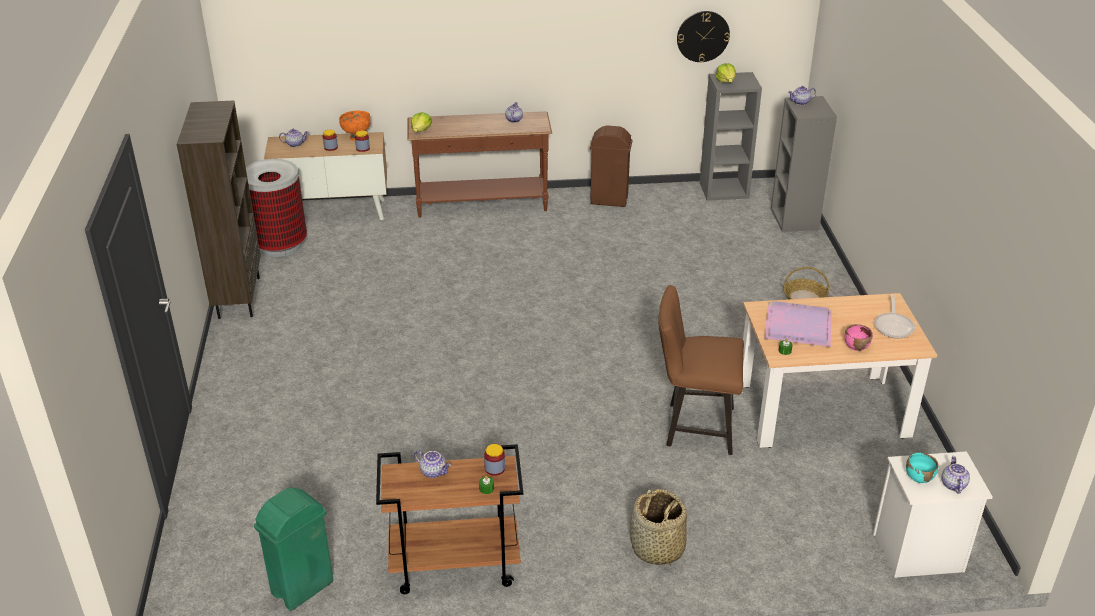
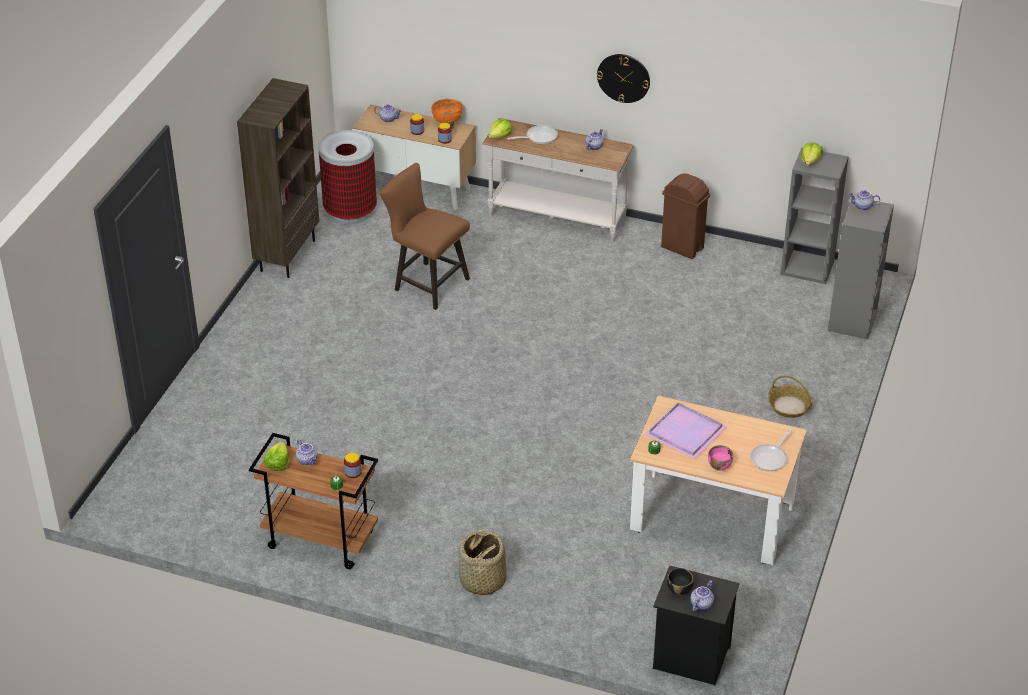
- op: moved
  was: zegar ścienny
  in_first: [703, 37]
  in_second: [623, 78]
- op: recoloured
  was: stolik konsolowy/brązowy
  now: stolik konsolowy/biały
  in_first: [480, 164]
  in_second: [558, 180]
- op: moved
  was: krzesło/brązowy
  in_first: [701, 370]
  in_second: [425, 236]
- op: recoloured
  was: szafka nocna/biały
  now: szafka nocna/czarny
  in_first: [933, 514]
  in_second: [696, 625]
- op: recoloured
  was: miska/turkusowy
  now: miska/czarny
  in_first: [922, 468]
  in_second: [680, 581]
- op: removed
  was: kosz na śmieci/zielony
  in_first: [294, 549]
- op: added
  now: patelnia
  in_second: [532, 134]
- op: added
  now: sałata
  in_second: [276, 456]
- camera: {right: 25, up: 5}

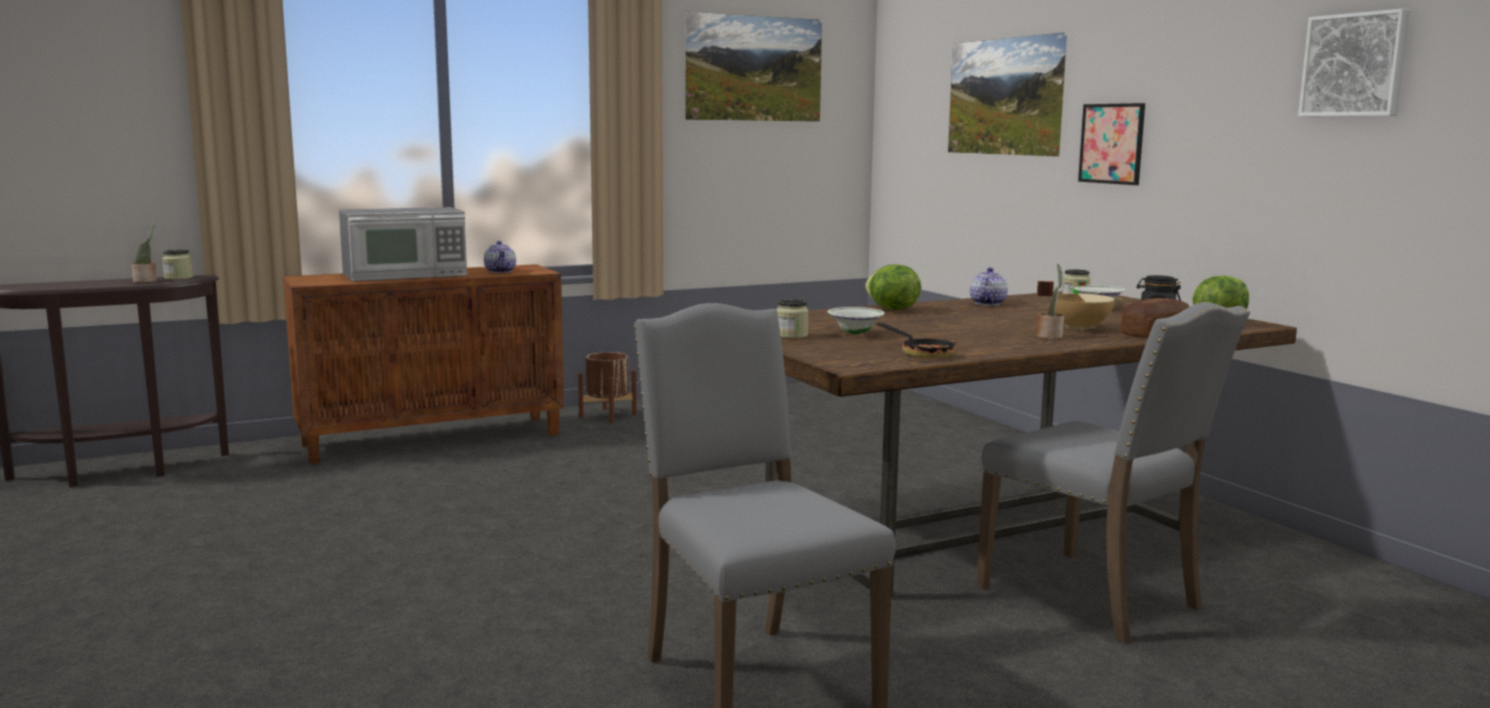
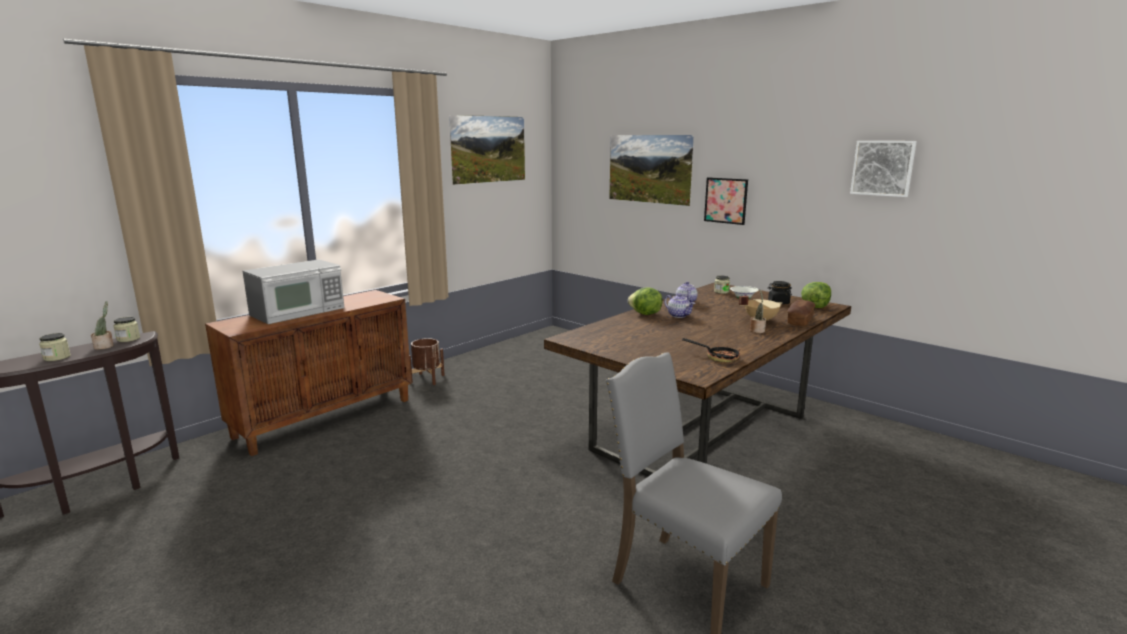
- op: moved
  was: imbryk
  in_first: [500, 257]
  in_second: [679, 306]
- op: moved
  was: słoik
  in_first: [792, 318]
  in_second: [55, 347]
- op: removed
  was: krzesło/szary
  in_first: [1113, 472]
- op: removed
  was: miska/biały
  in_first: [856, 321]
- camera: {right: -20, up: 5}

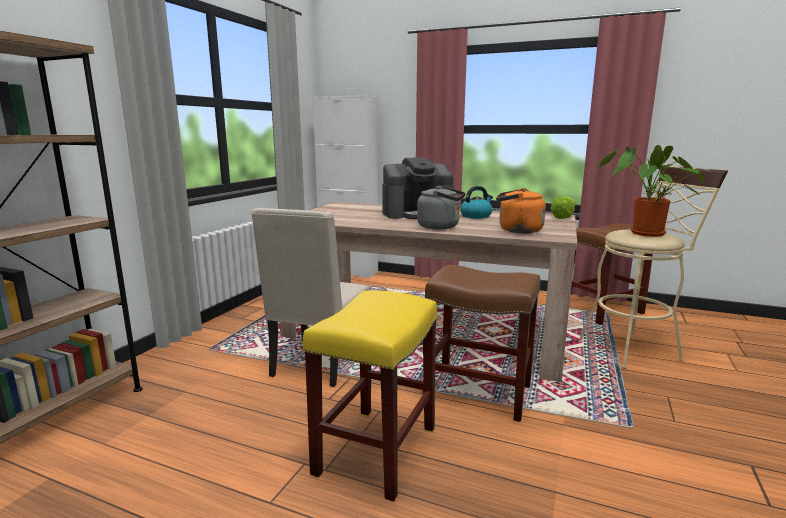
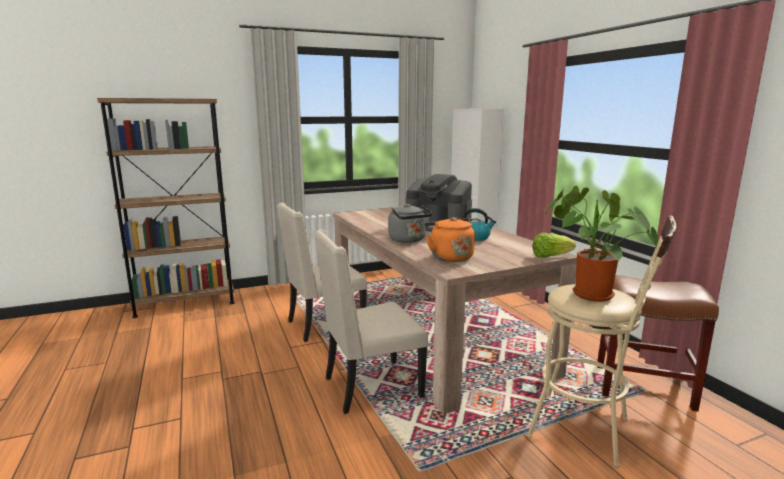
- op: replaced
  was: stołek/brązowy
  now: krzesło/beżowy
  in_first: [481, 343]
  in_second: [371, 321]
- op: removed
  was: stołek/żółty
  in_first: [370, 396]
- camera: {right: 45, up: 0}

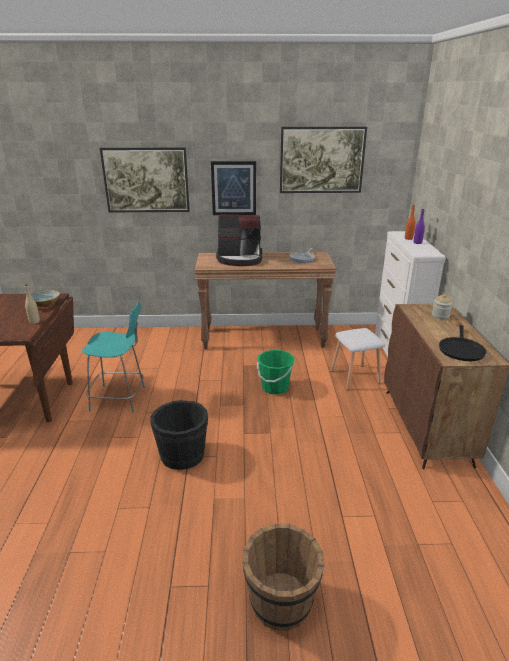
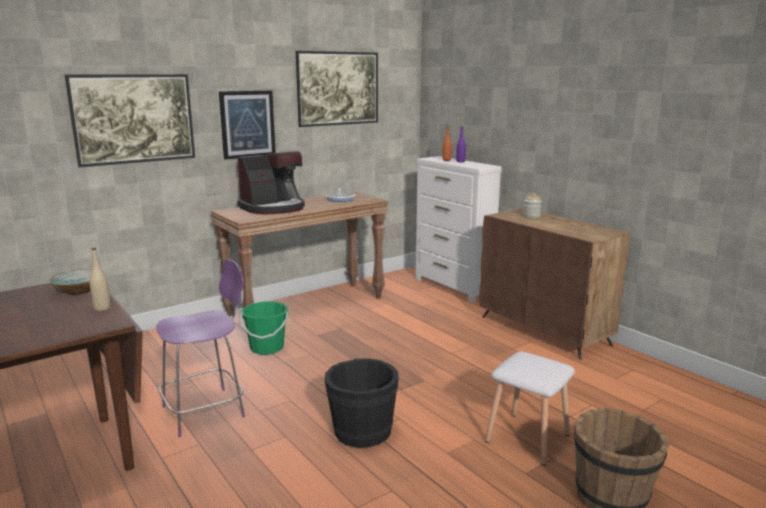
- op: recoloured
  was: krzesło/turkusowy
  now: krzesło/fioletowy
  in_first: [113, 357]
  in_second: [200, 348]
- op: removed
  was: patelnia/czarny
  in_first: [463, 343]
- op: moved
  was: stołek/biały
  in_first: [358, 359]
  in_second: [530, 408]
- op: moved
  was: wiadro/zielony
  in_first: [276, 372]
  in_second: [264, 328]
- camera: {right: -35, up: -10}

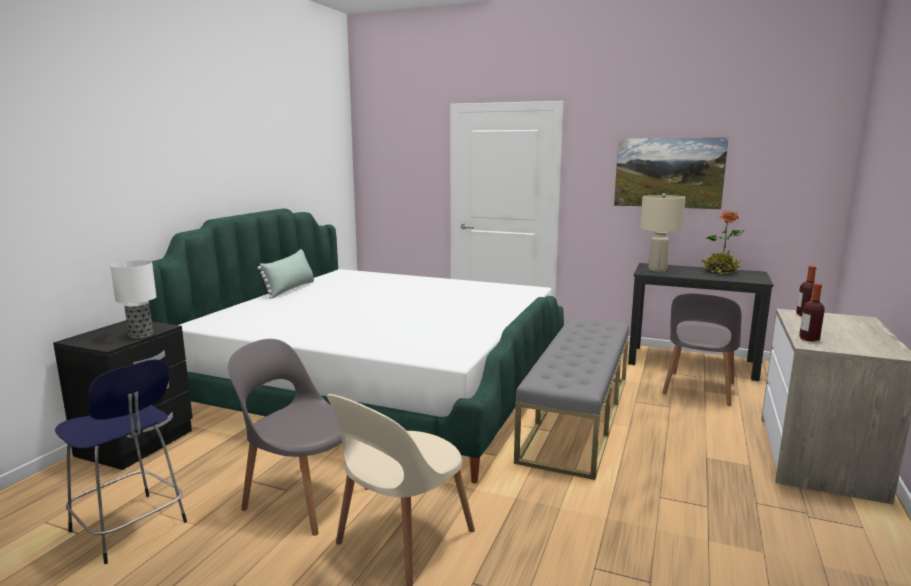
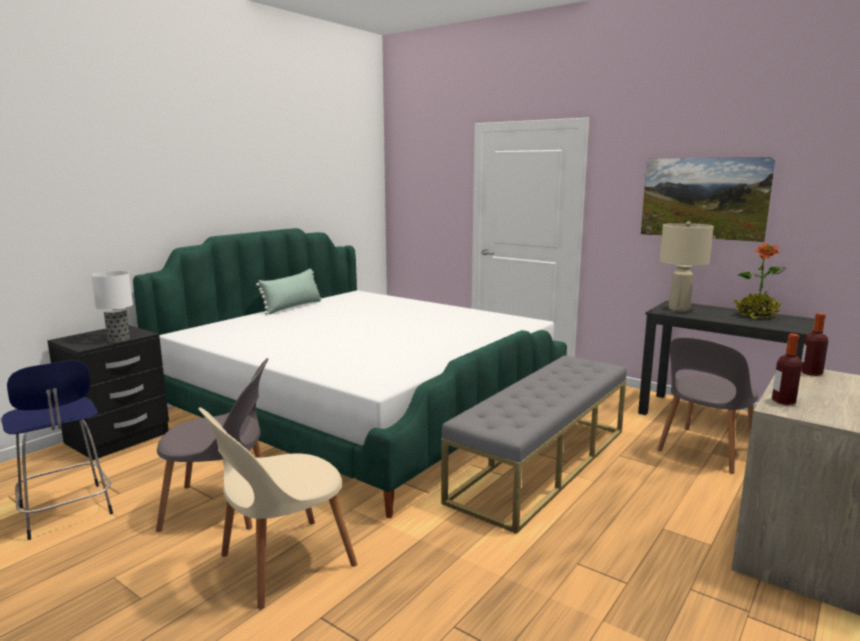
- op: turned
  was: krzesło/szary
  in_first: [298, 437]
  in_second: [212, 445]
  clockwise: 135
- camera: {right: 15, up: 0}

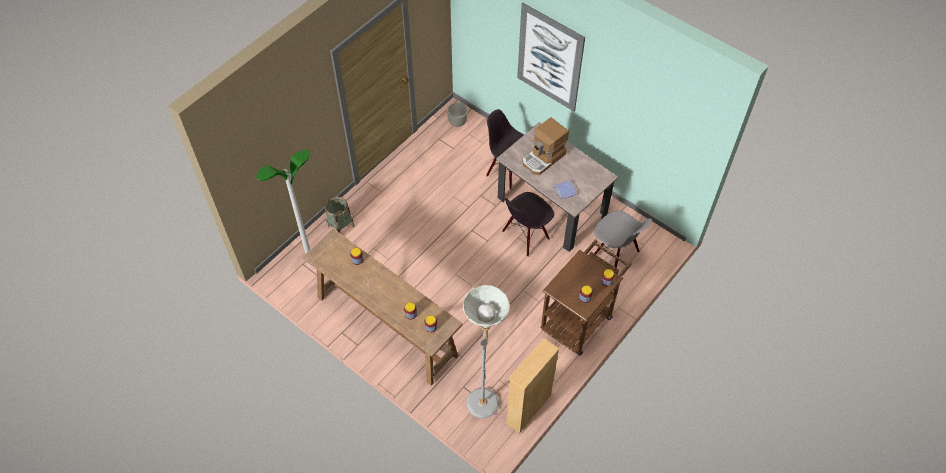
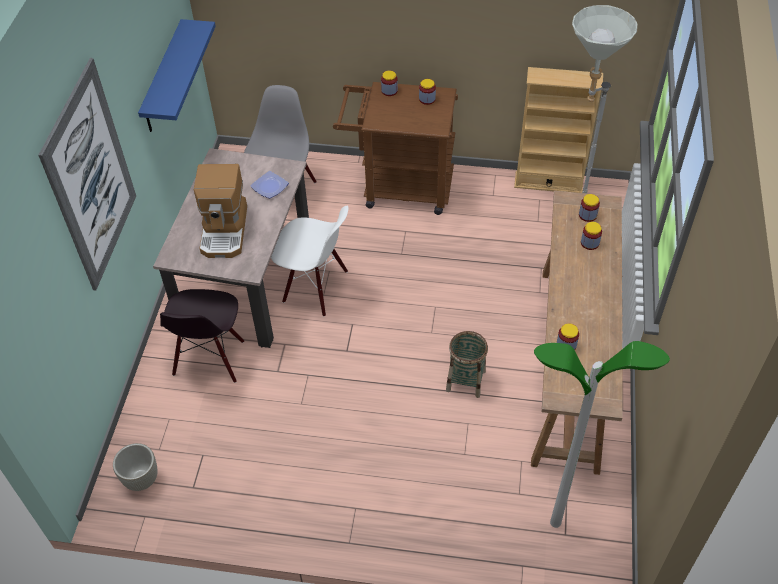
- op: turned
  was: ekspres do kawy
  in_first: [545, 146]
  in_second: [220, 211]
  clockwise: 75
- op: recoloured
  was: krzesło/czarny
  now: krzesło/biały
  in_first: [528, 224]
  in_second: [309, 261]
- op: moved
  was: koszyk
  in_first: [340, 215]
  in_second: [467, 364]
- op: added
  now: półka/niebieski
  in_second: [177, 75]
- camera: {right: -120, up: -5}

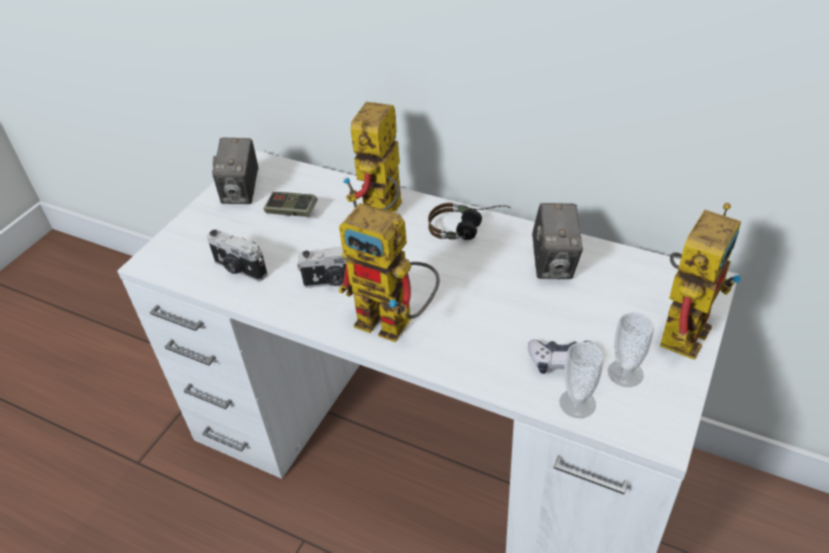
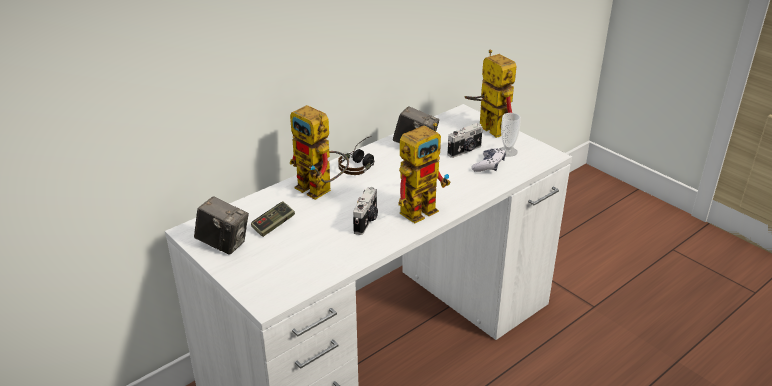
- op: moved
  was: aparat fotograficzny
  in_first: [237, 255]
  in_second: [465, 140]
- op: removed
  was: filiżanka
  in_first: [581, 380]
- camera: {right: -70, up: -10}

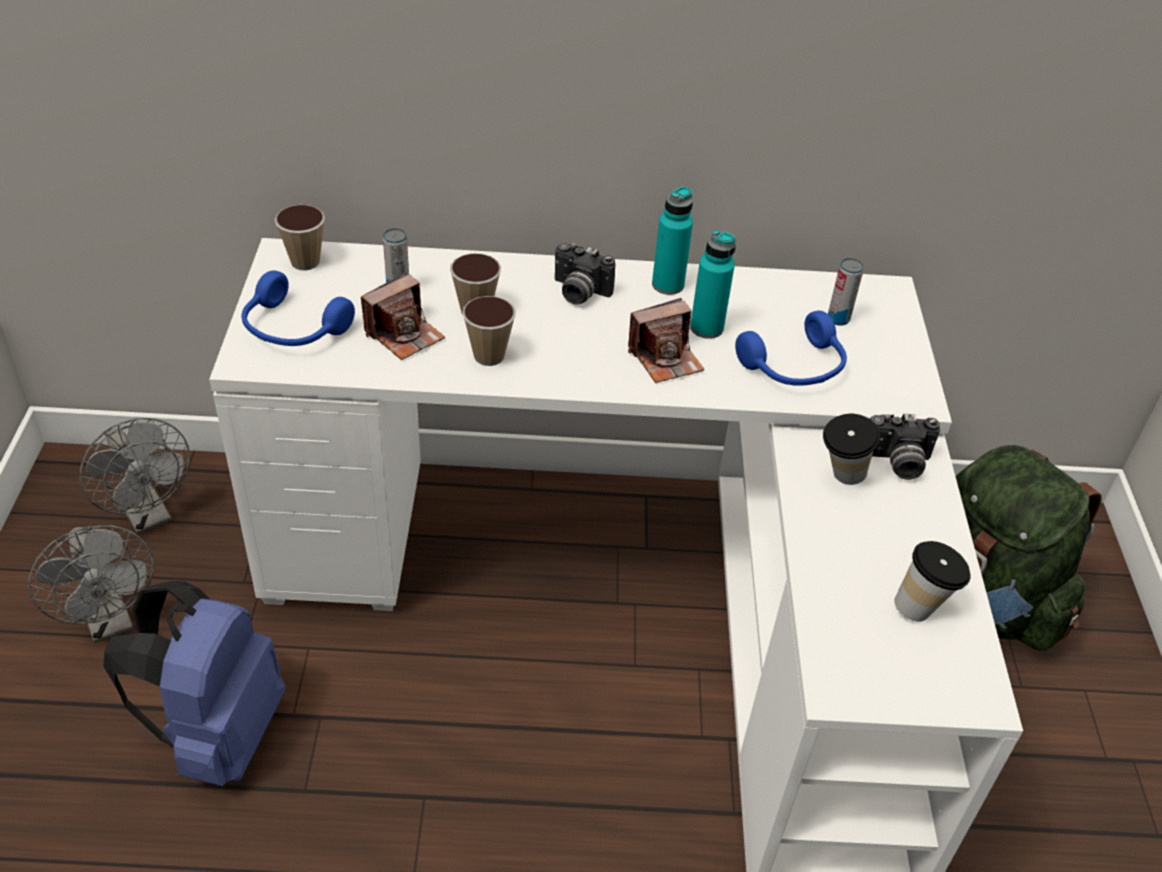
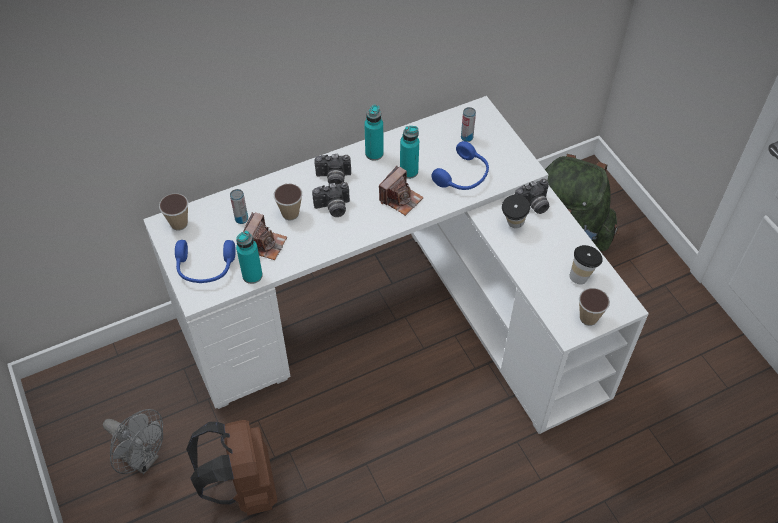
- op: moved
  was: filiżanka
  in_first: [489, 331]
  in_second: [594, 307]
- op: removed
  was: wentylator/szary
  in_first: [134, 476]
- op: recoloured
  was: plecak/niebieski
  now: plecak/brązowy
  in_first: [194, 683]
  in_second: [231, 468]
- op: added
  now: aparat fotograficzny
  in_second: [331, 199]
- op: added
  now: butelka/turkusowy
  in_second: [249, 257]
- camera: {right: -25, up: 10}

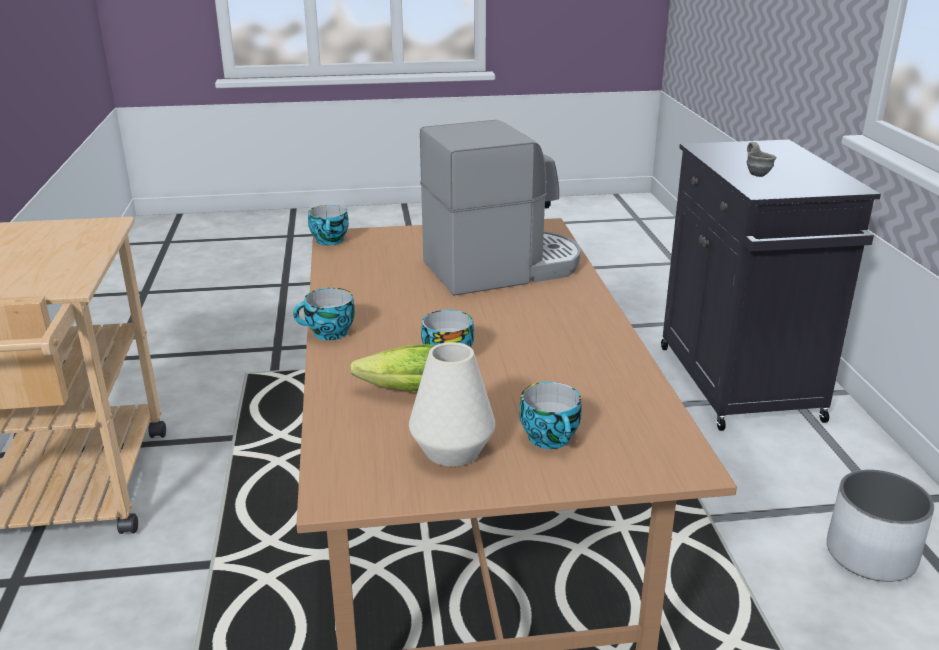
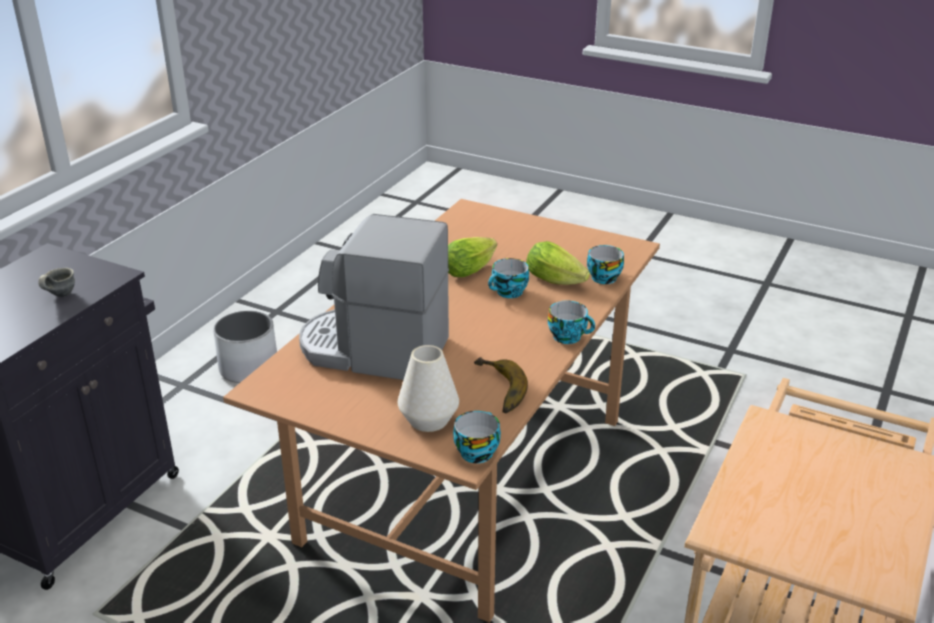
- op: moved
  was: wazon/biały
  in_first: [452, 404]
  in_second: [428, 388]
- op: moved
  was: filiżanka
  in_first: [550, 415]
  in_second: [605, 264]
- op: added
  now: sałata
  in_second: [472, 257]
- op: added
  now: banan
  in_second: [501, 385]
- camera: {right: -145, up: 5}

